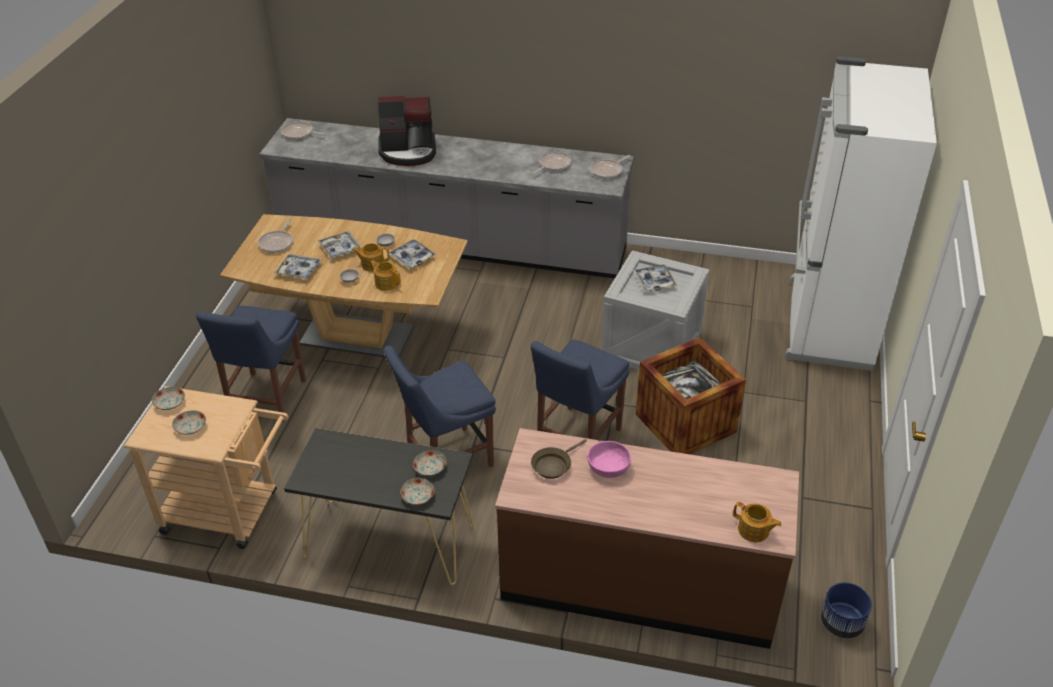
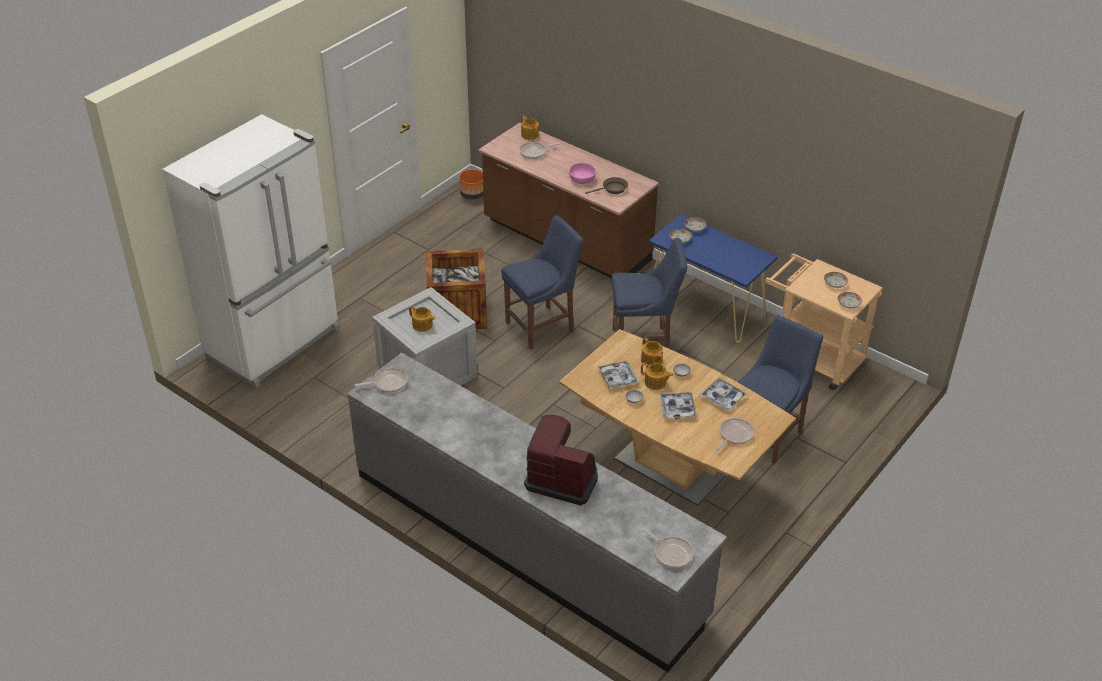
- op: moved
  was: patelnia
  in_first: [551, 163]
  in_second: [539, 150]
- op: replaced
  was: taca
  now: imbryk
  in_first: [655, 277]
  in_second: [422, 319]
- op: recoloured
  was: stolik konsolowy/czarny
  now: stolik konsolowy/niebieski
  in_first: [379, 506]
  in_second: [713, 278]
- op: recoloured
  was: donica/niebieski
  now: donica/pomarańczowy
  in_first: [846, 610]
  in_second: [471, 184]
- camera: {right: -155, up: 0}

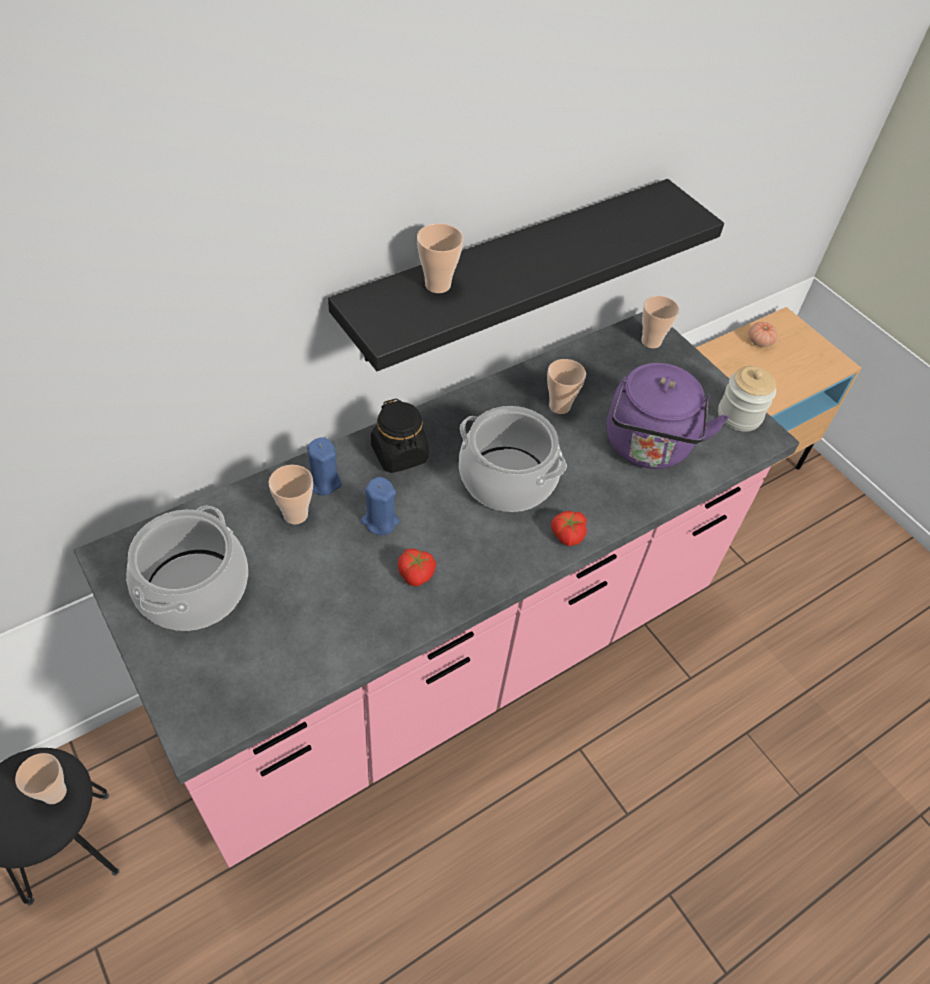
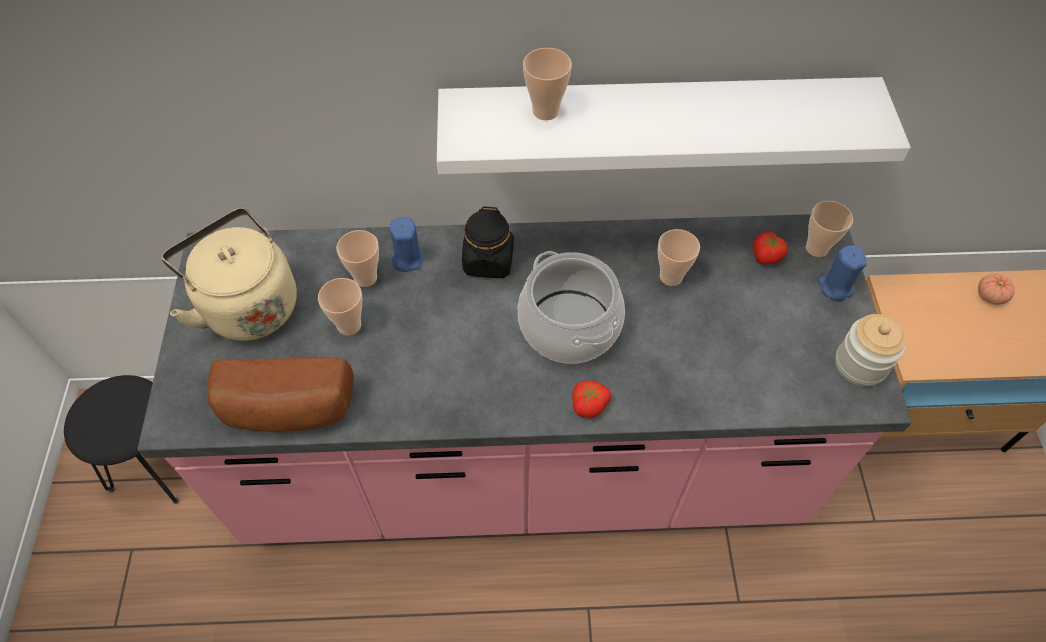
- op: recoloured
  was: półka/czarny
  now: półka/biały
  in_first: [526, 275]
  in_second: [674, 125]
- op: removed
  was: czajnik/fioletowy
  in_first: [668, 416]
- op: moved
  was: świeca/niebieski
  in_first: [380, 506]
  in_second: [842, 273]
- op: replaced
  was: garnek
  now: czajnik/beżowy
  in_first: [187, 568]
  in_second: [229, 274]
- op: moved
  was: pomidor
  in_first: [417, 567]
  in_second: [770, 248]
- op: moved
  was: filiżanka
  in_first: [41, 778]
  in_second: [340, 306]
- op: added
  now: chleb
  in_second: [280, 394]
- camera: {right: 35, up: 5}

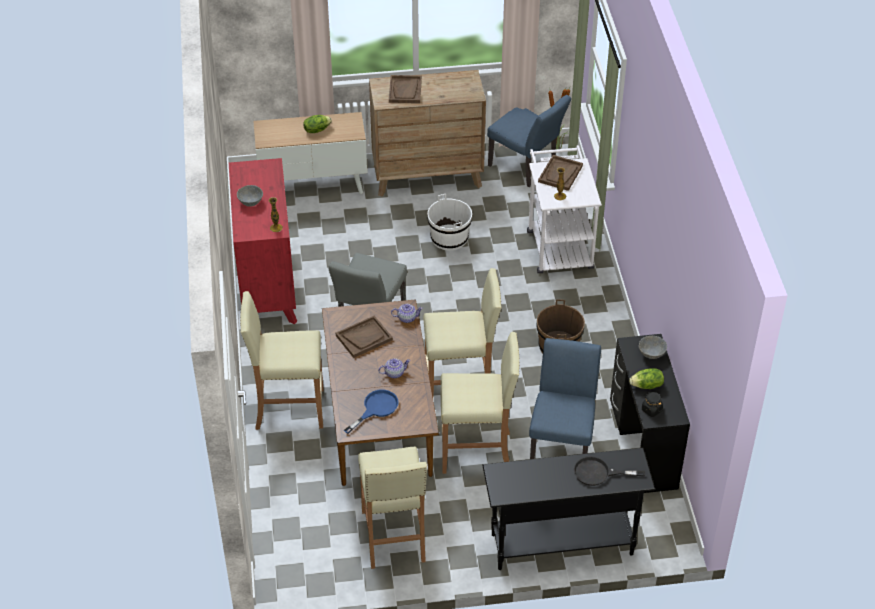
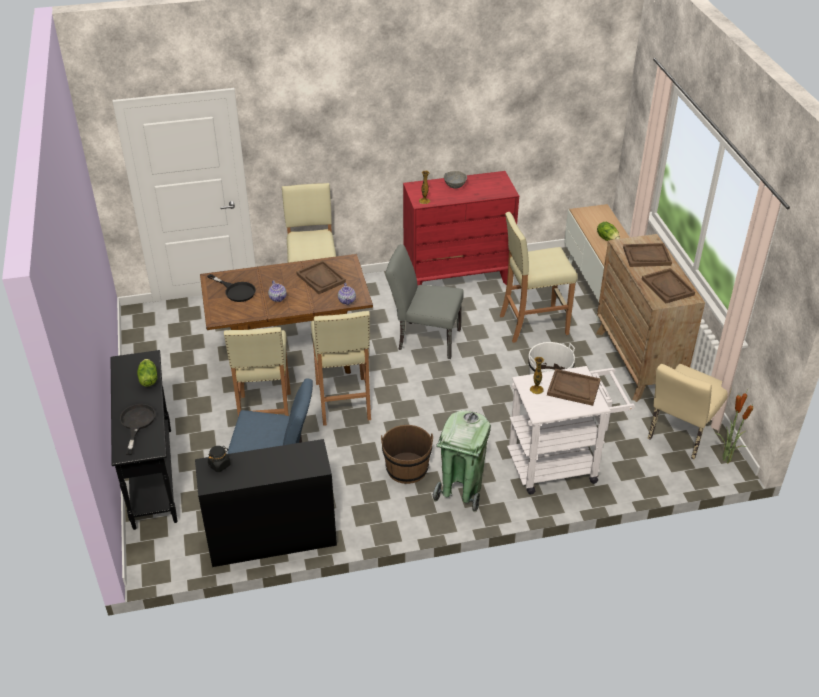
- op: recoloured
  was: krzesło/niebieski
  now: krzesło/beżowy
  in_first: [529, 141]
  in_second: [690, 411]
- op: removed
  was: miska/szary
  in_first: [653, 347]
- op: moved
  was: sałata
  in_first: [646, 378]
  in_second: [147, 373]
- op: recoloured
  was: patelnia/niebieski
  now: patelnia/czarny
  in_first: [371, 411]
  in_second: [231, 288]
- op: moved
  was: stołek/beżowy
  in_first: [392, 507]
  in_second: [539, 277]
- op: added
  now: taca/brązowy
  in_second: [668, 286]
- op: added
  now: kosz na śmieci/zielony
  in_second: [462, 461]
- camera: {right: 85, up: -5}

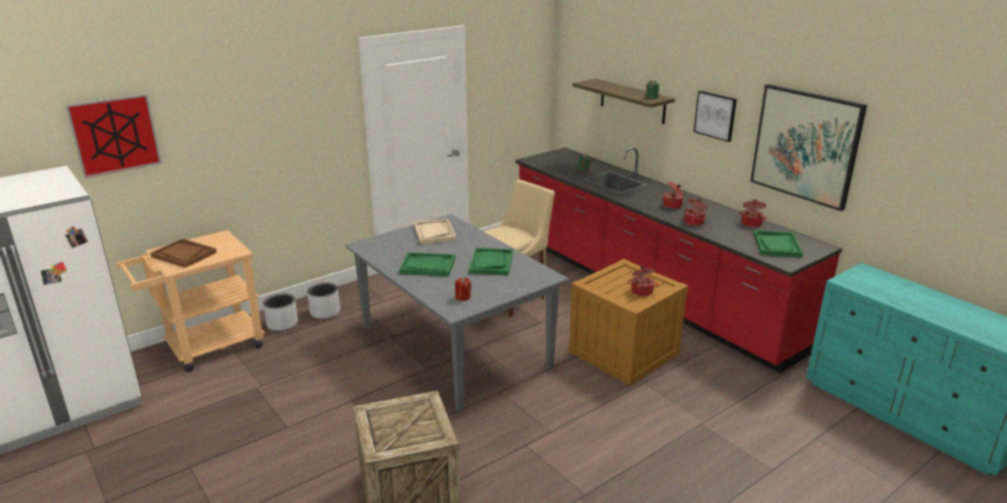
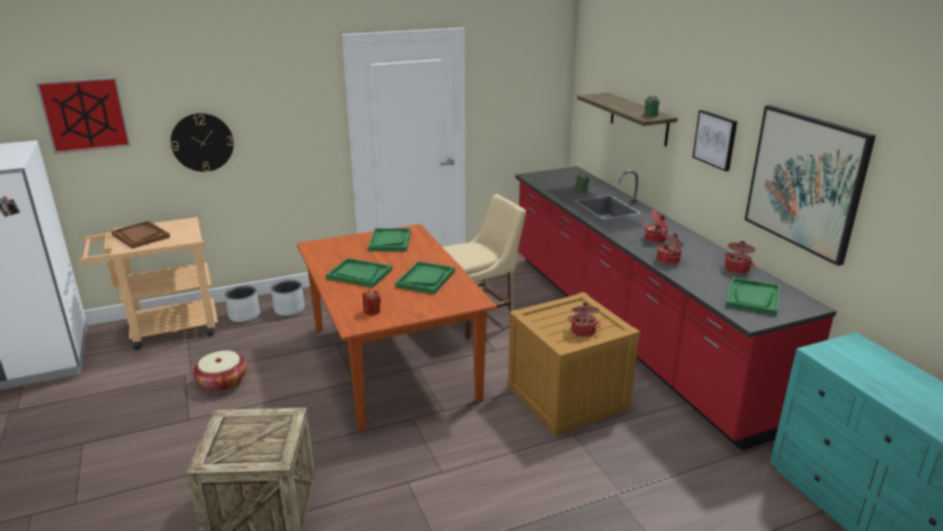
- op: recoloured
  was: stół jadalny/szary
  now: stół jadalny/brązowy
  in_first: [457, 312]
  in_second: [397, 328]
- op: recoloured
  was: taca/beżowy
  now: taca/zielony
  in_first: [435, 231]
  in_second: [389, 239]
- op: added
  now: zegar ścienny
  in_second: [202, 142]
- op: added
  now: koszyk
  in_second: [220, 371]
- camera: {right: 15, up: 0}

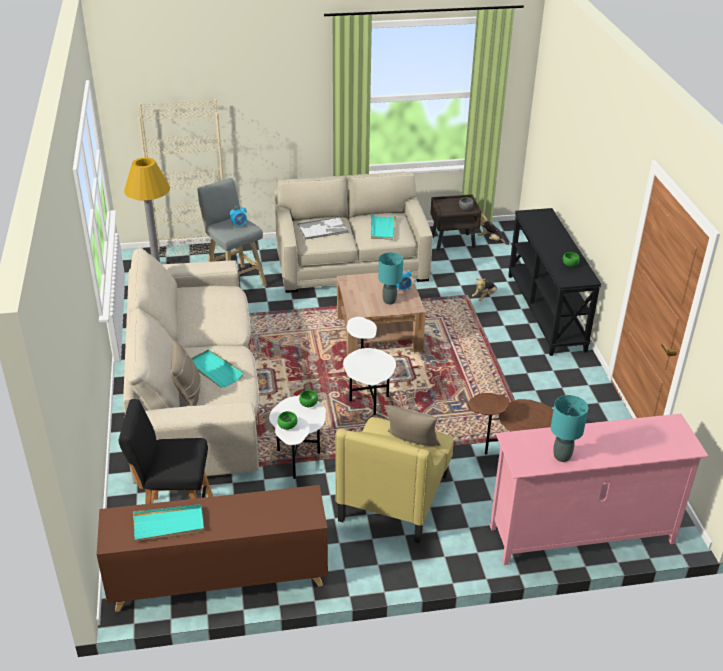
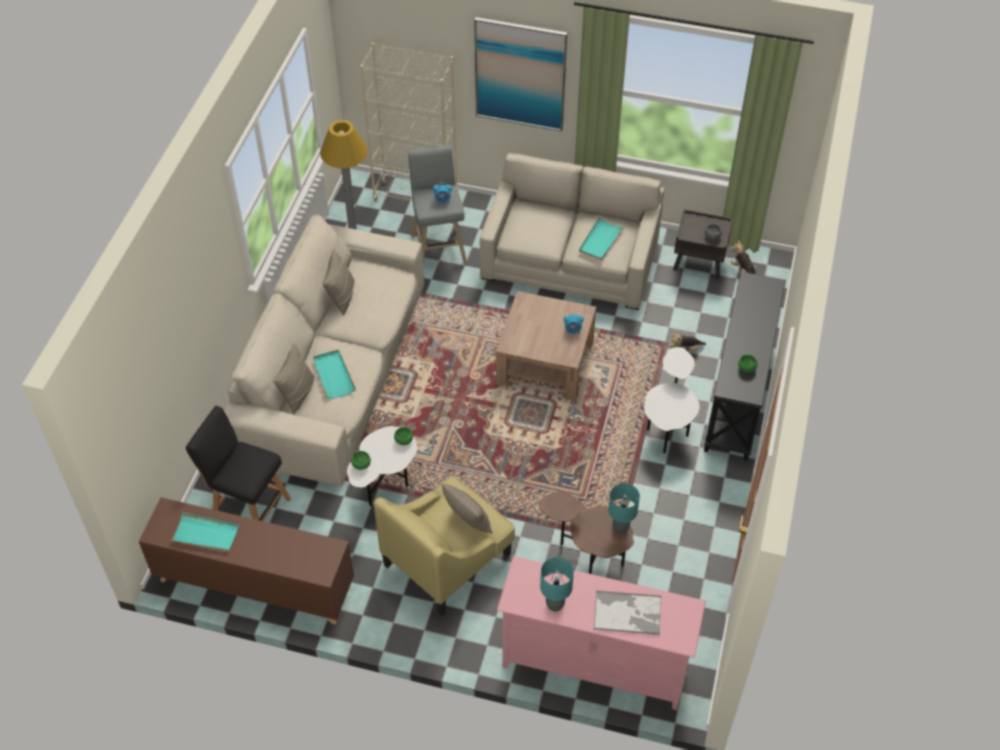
- op: moved
  was: taca
  in_first: [323, 228]
  in_second: [628, 613]
- op: moved
  was: lampa stołowa/turkusowy
  in_first: [390, 278]
  in_second: [624, 508]
- op: moved
  was: stolik/biały
  in_first: [369, 366]
  in_second: [672, 400]
- op: added
  now: obraz
  in_second: [520, 74]
- op: added
  now: poduszka/beżowy
  in_second: [339, 282]
- camera: {right: 25, up: 15}

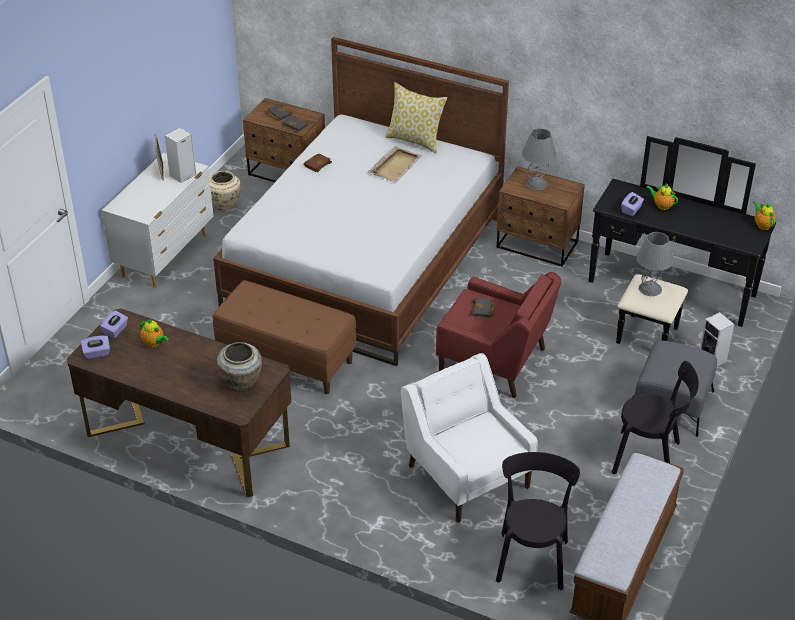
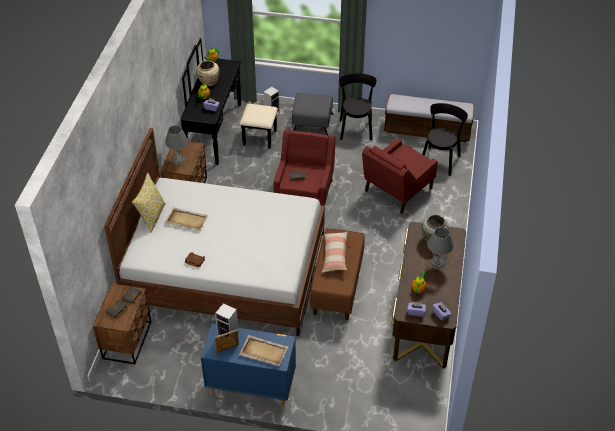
- op: recoloured
  was: komoda/biały
  now: komoda/niebieski
  in_first: [158, 220]
  in_second: [248, 364]
- op: moved
  was: wazon/beżowy
  in_first: [225, 190]
  in_second: [207, 73]
- op: moved
  was: lampa stołowa/szary
  in_first: [655, 264]
  in_second: [440, 248]
- op: recoloured
  was: fotel/biały
  now: fotel/czerwony
  in_first: [469, 438]
  in_second: [400, 176]
- op: turned
  was: krzesło/czarny
  in_first: [538, 521]
  in_second: [445, 139]
  clockwise: 120
- op: added
  now: poduszka
  in_second: [335, 252]
- op: added
  now: taca/beżowy
  in_second: [264, 350]
- camera: {right: -105, up: 5}

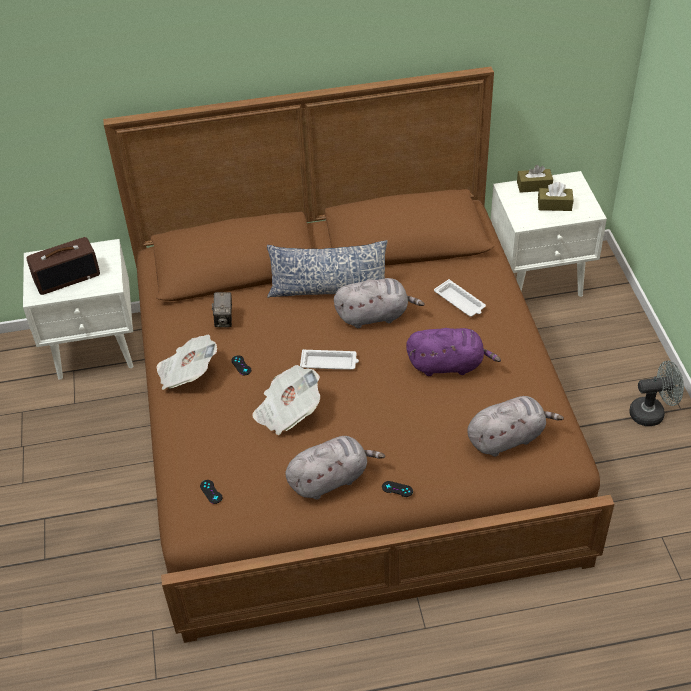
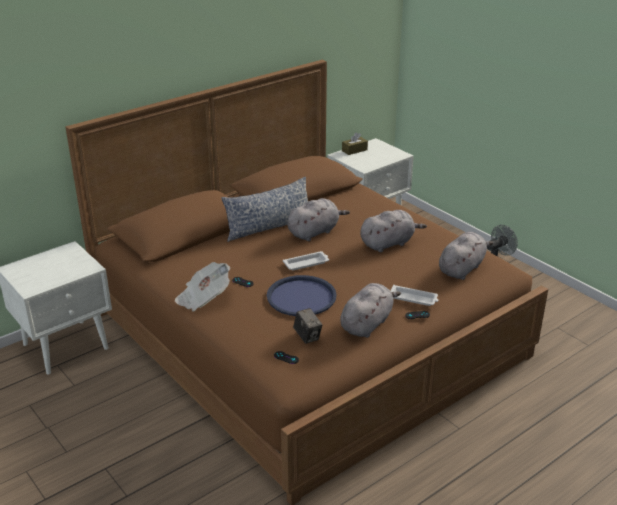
- op: removed
  was: pudełko chusteczek/brązowy
  in_first: [555, 196]
- op: removed
  was: radio
  in_first: [63, 266]
- op: moved
  was: taca/biały
  in_first: [460, 298]
  in_second: [414, 295]
- op: moved
  was: aparat fotograficzny
  in_first: [222, 309]
  in_second: [308, 326]
- op: recoloured
  was: pluszak/fioletowy
  now: pluszak/szary
  in_first: [453, 352]
  in_second: [393, 231]
- op: replaced
  was: gazeta
  now: taca/niebieski
  in_first: [286, 400]
  in_second: [302, 295]
- camera: {right: -30, up: -15}

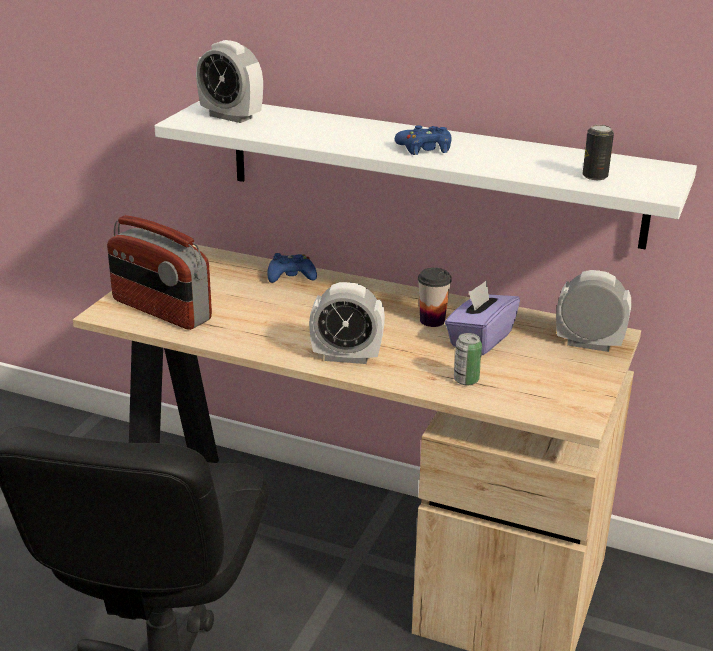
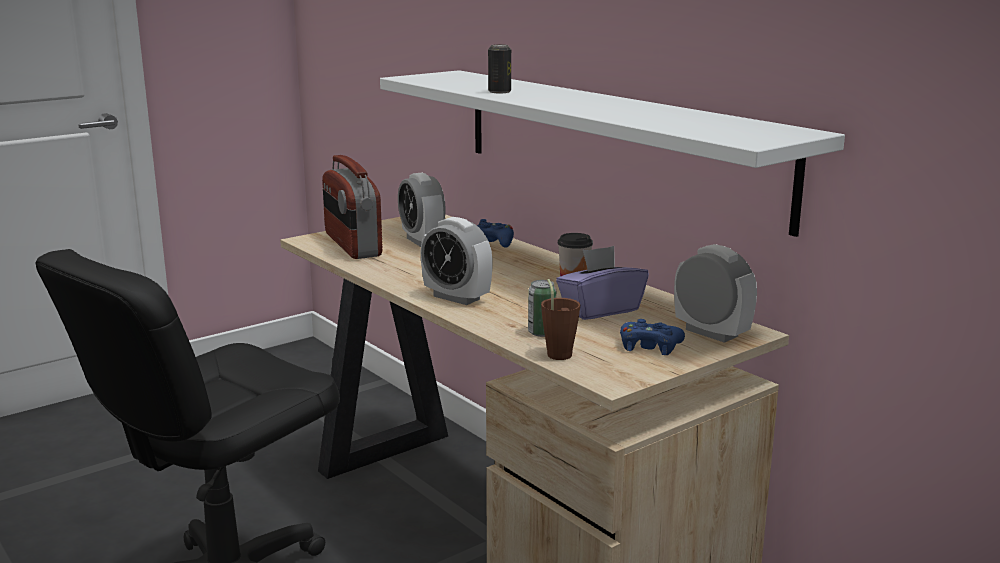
- op: moved
  was: budzik
  in_first: [229, 81]
  in_second: [422, 209]
- op: moved
  was: pad do gier/niebieski
  in_first: [423, 140]
  in_second: [652, 337]
- op: moved
  was: puszka
  in_first: [598, 152]
  in_second: [499, 68]
- op: added
  now: filiżanka/brązowy
  in_second: [561, 319]
- camera: {right: 30, up: -10}

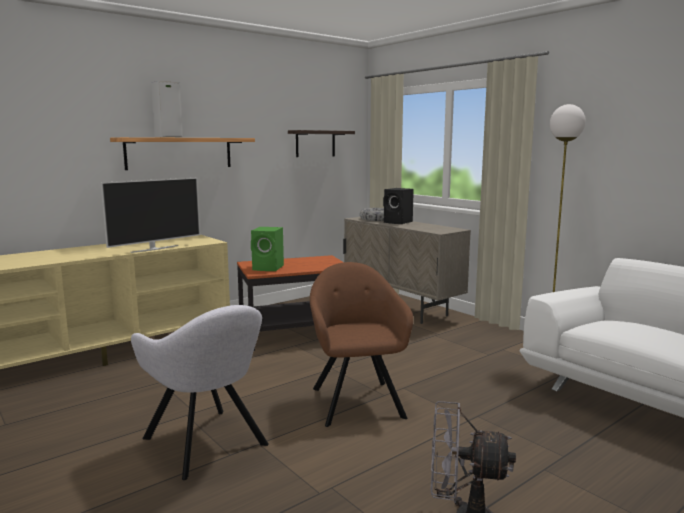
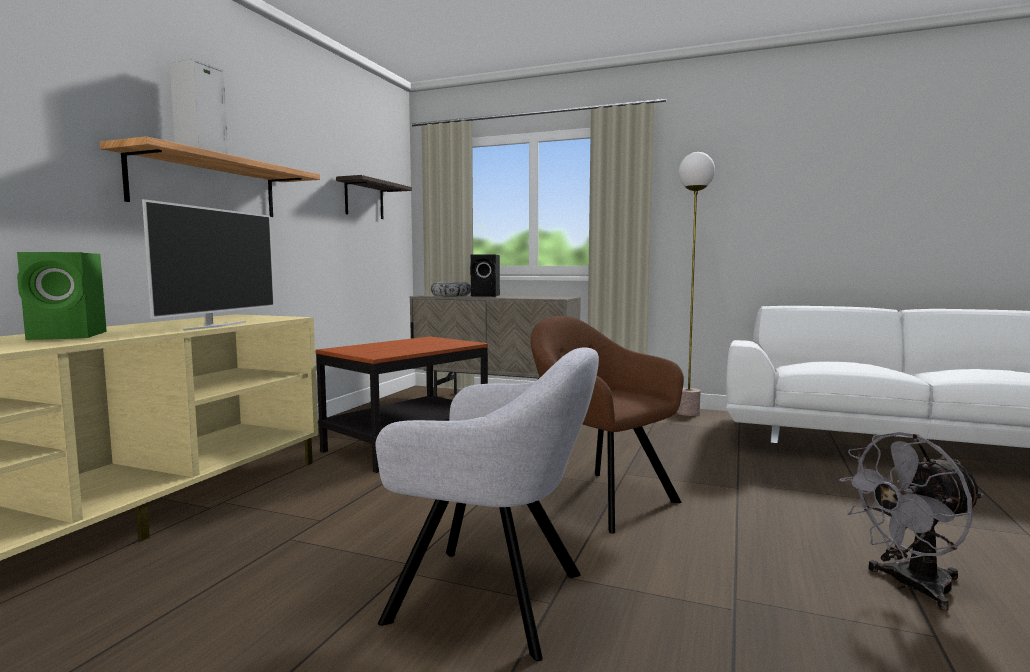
- op: moved
  was: głośnik/zielony
  in_first: [267, 249]
  in_second: [62, 296]
- camera: {right: -30, up: -5}

